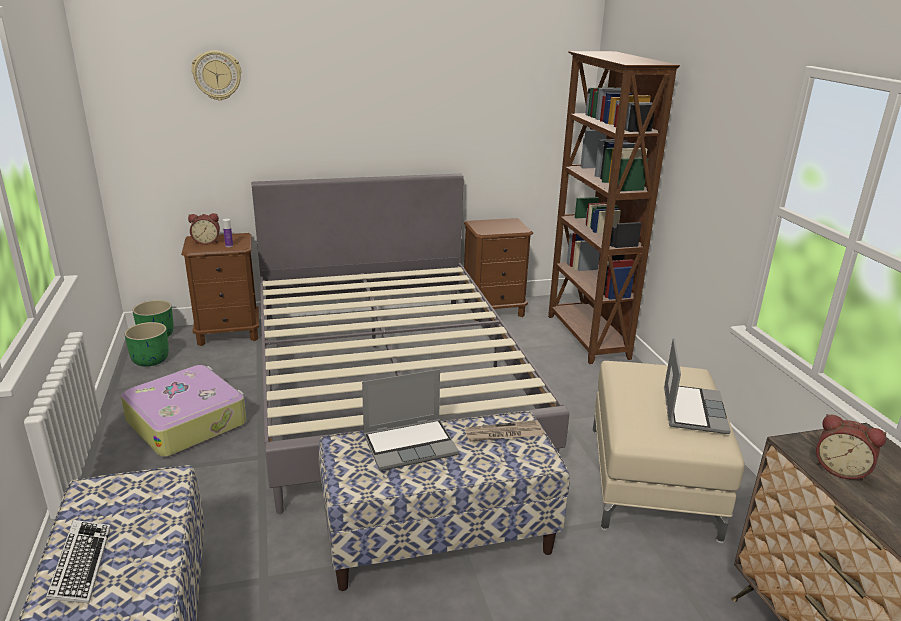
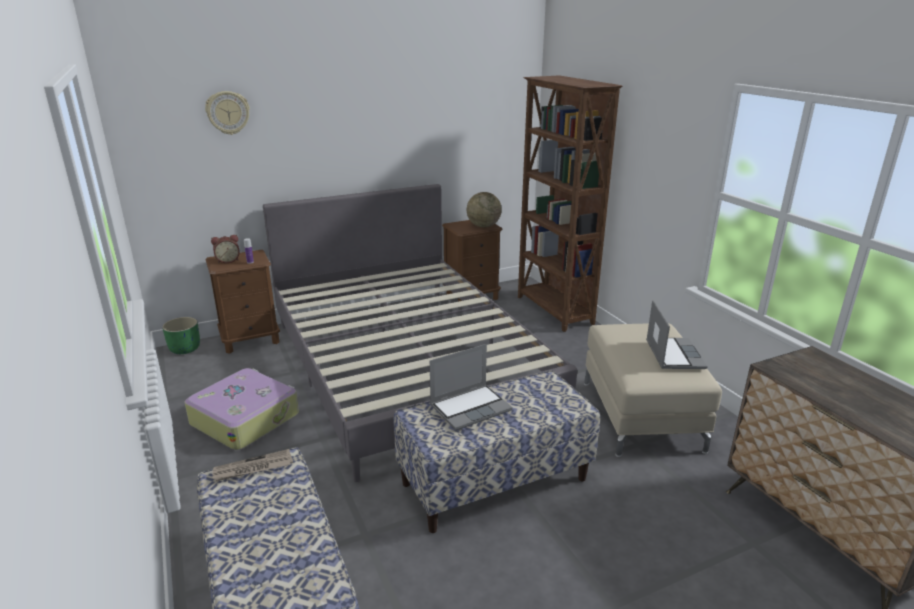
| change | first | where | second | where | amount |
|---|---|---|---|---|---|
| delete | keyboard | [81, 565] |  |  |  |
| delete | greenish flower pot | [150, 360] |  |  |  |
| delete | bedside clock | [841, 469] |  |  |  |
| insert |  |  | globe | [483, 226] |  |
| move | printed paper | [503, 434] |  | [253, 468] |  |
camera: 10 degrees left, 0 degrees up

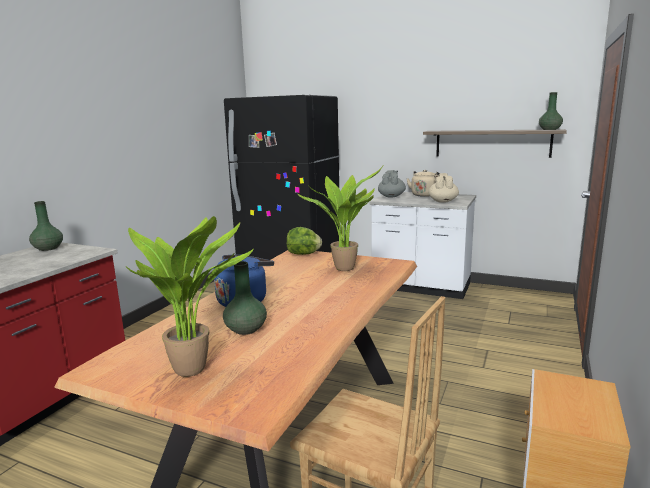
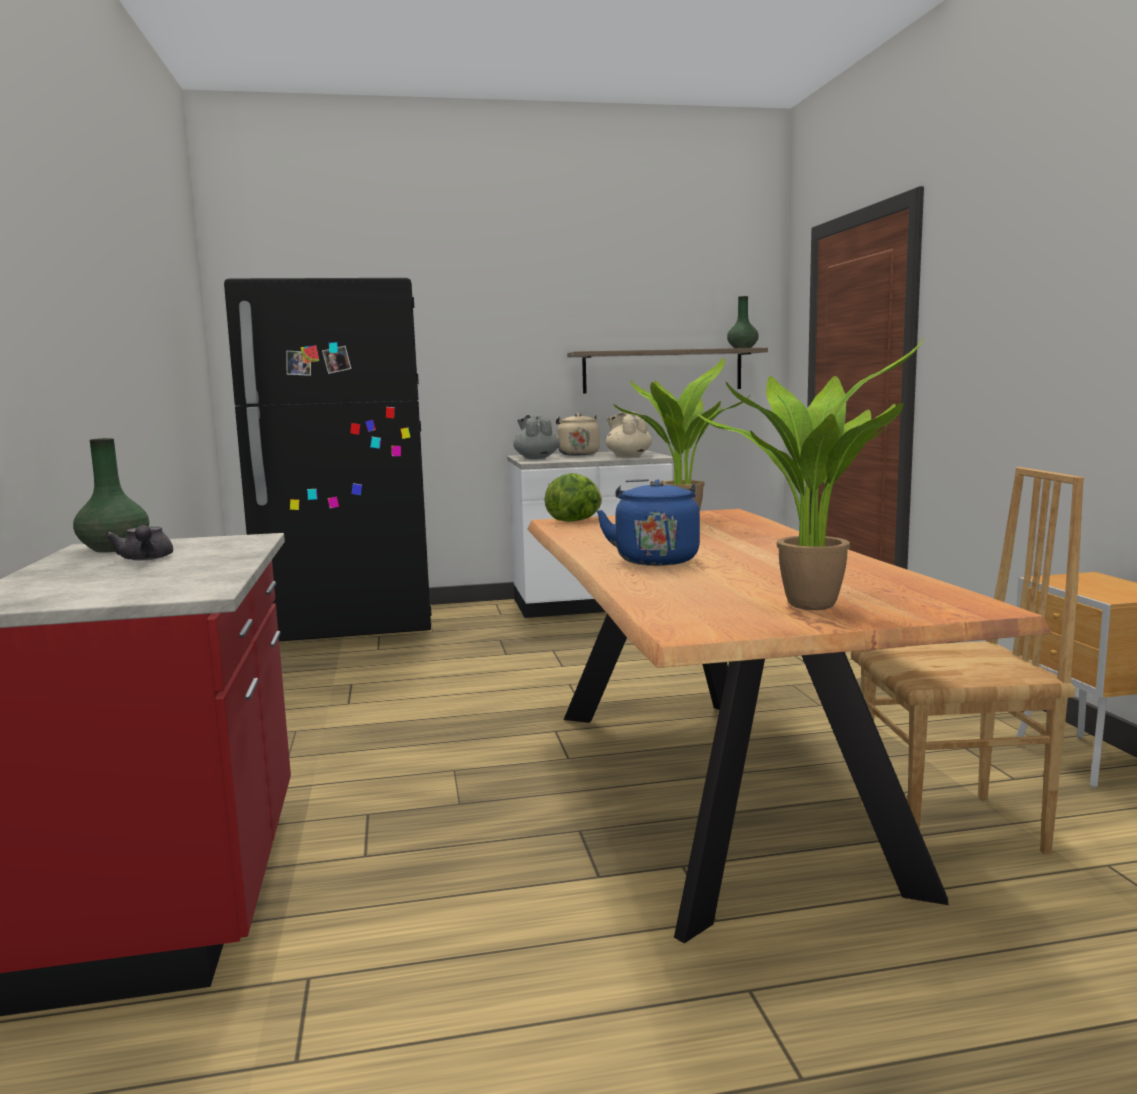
| change | first | where | second | where | amount |
|---|---|---|---|---|---|
| delete | greenish vase | [246, 329] |  |  |  |
| insert |  |  | grey teapot | [145, 559] |  |
camera: 35 degrees left, 5 degrees down

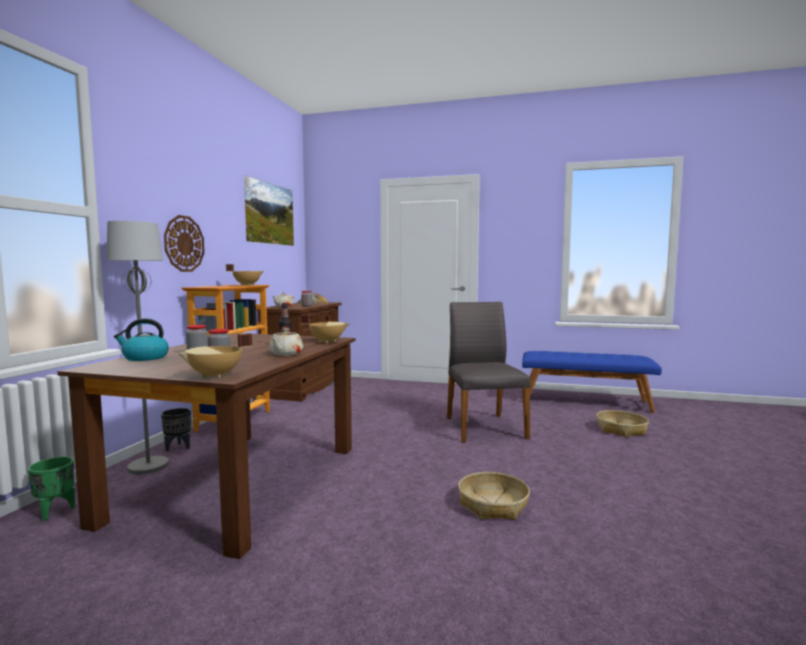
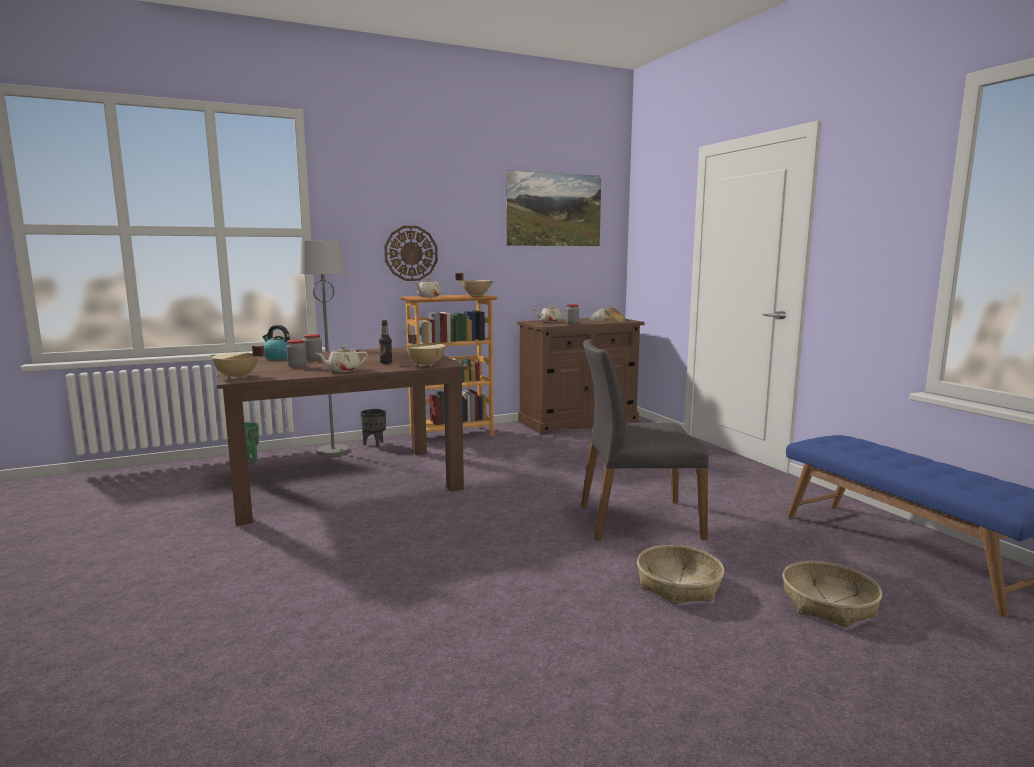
| change | first | where | second | where | amount |
|---|---|---|---|---|---|
| insert |  |  | beige teapot | [428, 297] |  |
| move | storage basket | [493, 505] |  | [678, 585] |  |
| rotate | grey upright chair | [483, 427] |  | [637, 520] | 135 degrees counterclockwise |
camera: 50 degrees right, 5 degrees up

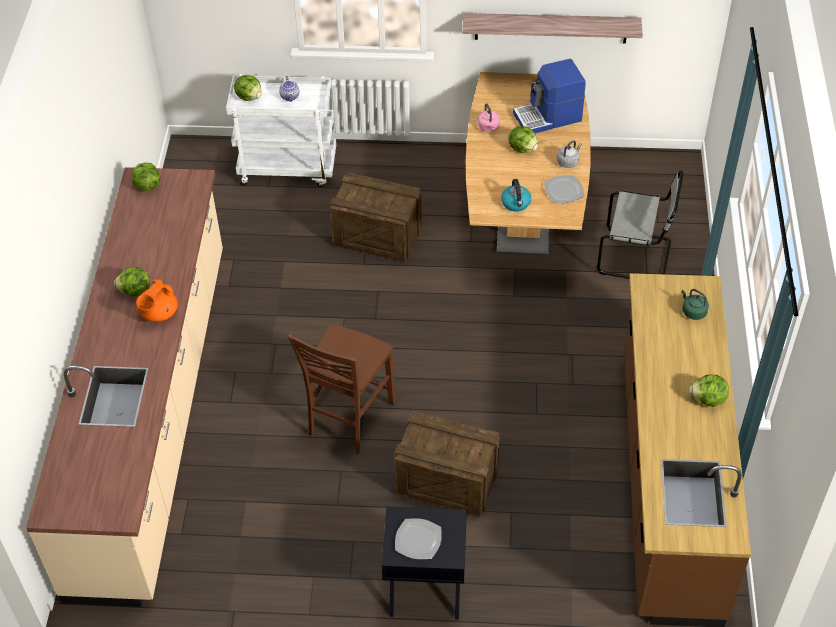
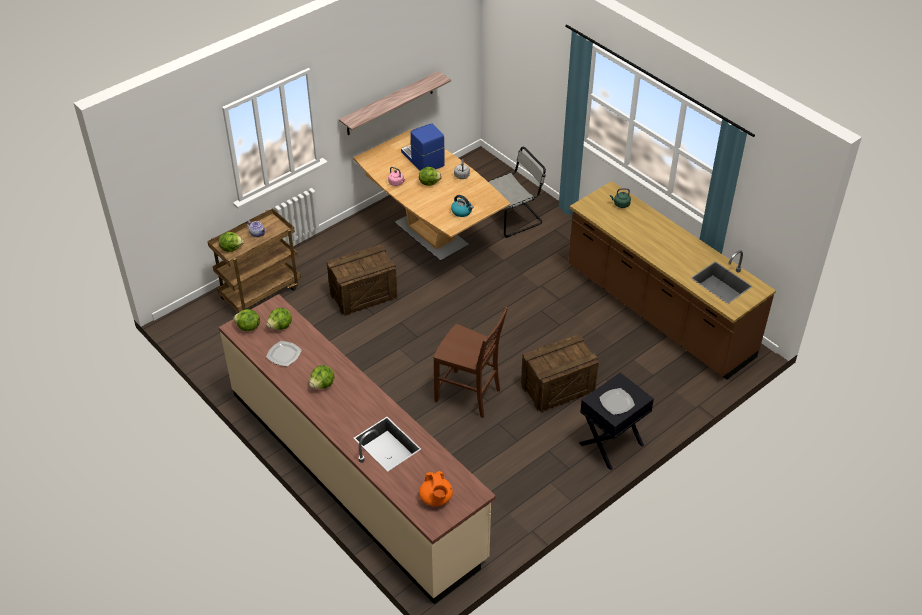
| change | first | where | second | where | amount |
|---|---|---|---|---|---|
| move | orangey teapot | [158, 314] |  | [436, 499] |  |
| move | plate | [564, 190] |  | [284, 354] |  |
| move | lettuce head | [708, 399] |  | [280, 326] |  |
| recolor | whitish wheeled cart | [288, 168] | brownish wheeled cart | [260, 292] |  |
| rotate | brownish upright chair | [349, 419] |  | [469, 395] | 45 degrees counterclockwise |
| rotate | coffee machine | [548, 118] |  | [422, 159] | 120 degrees clockwise |
camera: 45 degrees left, 5 degrees down

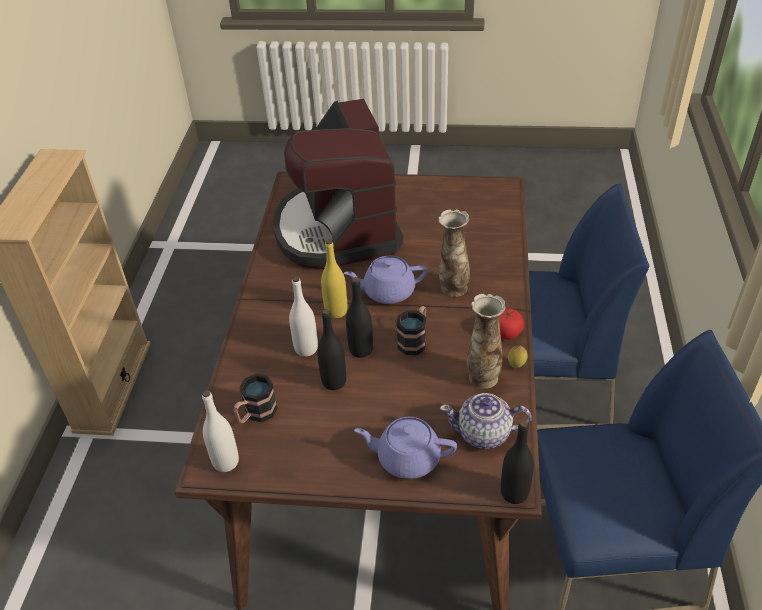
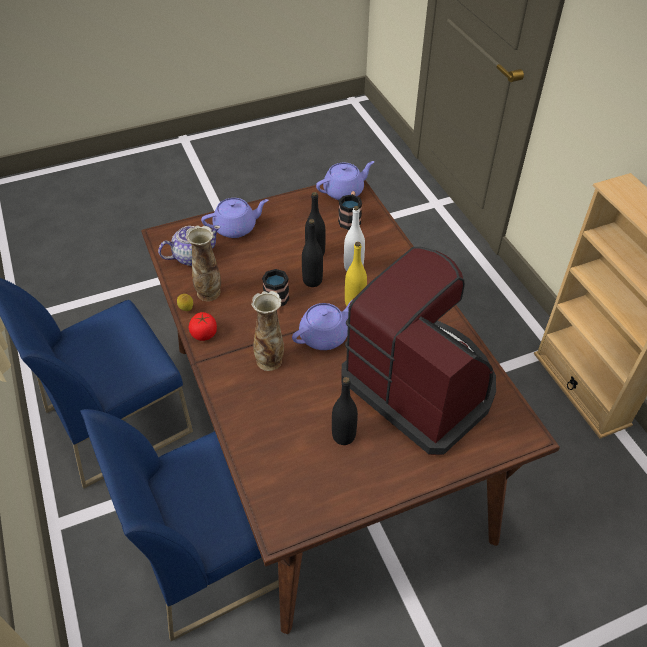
| change | first | where | second | where | amount |
|---|---|---|---|---|---|
| move | black-coloured bottle | [514, 493] |  | [343, 436] |  |
| replace | whitish bottle | [226, 462] | purplish teapot | [344, 191] |  |
camera: 150 degrees right, 5 degrees up

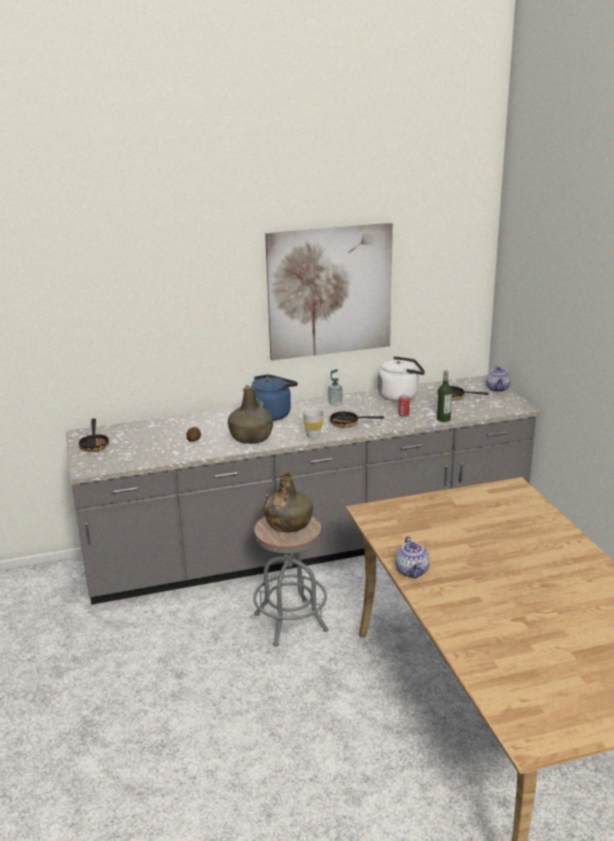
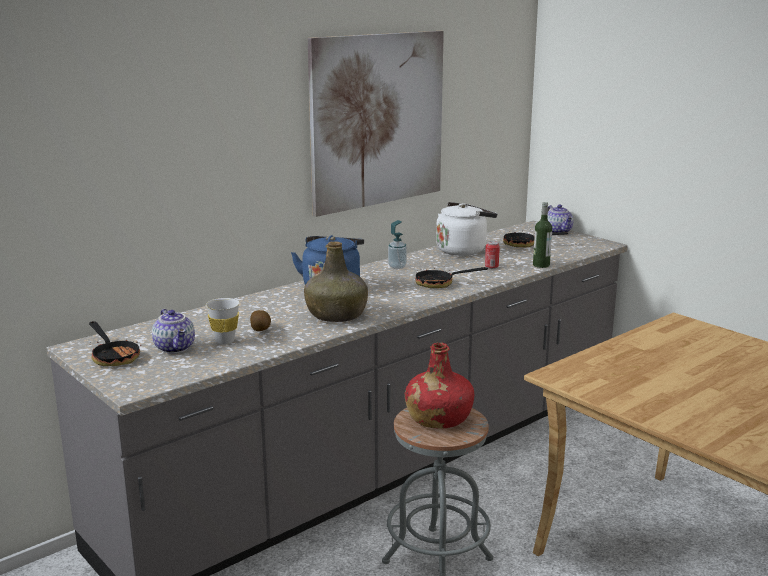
| change | first | where | second | where | amount |
|---|---|---|---|---|---|
| move | whitish drinking cup | [313, 436] |  | [225, 341] |  |
| move | teapot | [413, 571] |  | [176, 348] |  |
| recolor | greenish bottle | [288, 524] | red bottle | [438, 418] |  |
camera: 25 degrees left, 5 degrees down

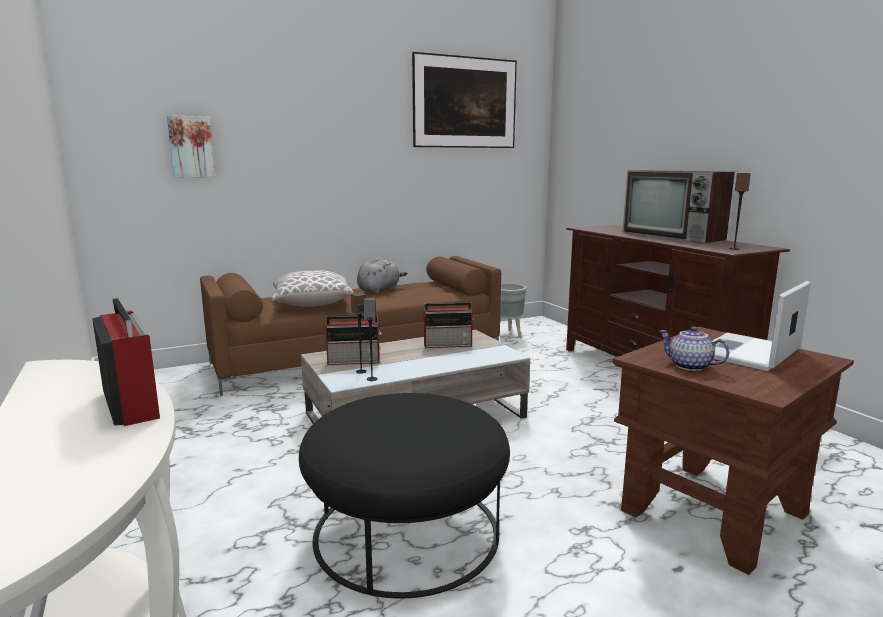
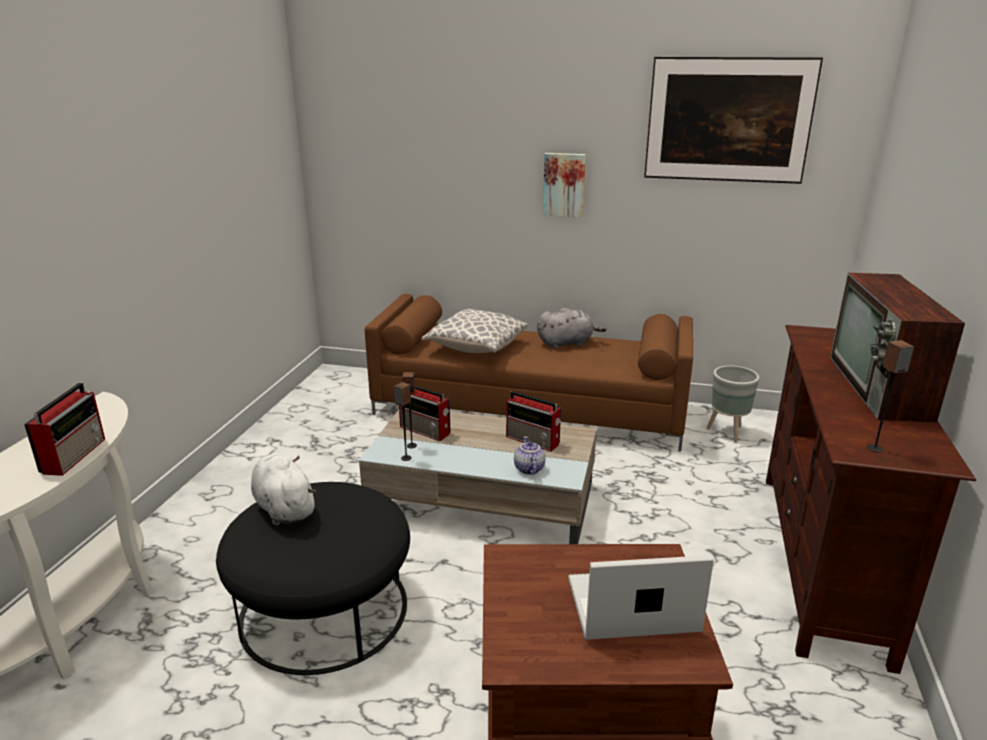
| change | first | where | second | where | amount |
|---|---|---|---|---|---|
| insert |  |  | whitish plush toy | [284, 508] |  |
| move | picture | [191, 147] |  | [564, 184] |  |
| move | teapot | [689, 366] |  | [528, 469] |  |
camera: 40 degrees right, 10 degrees up

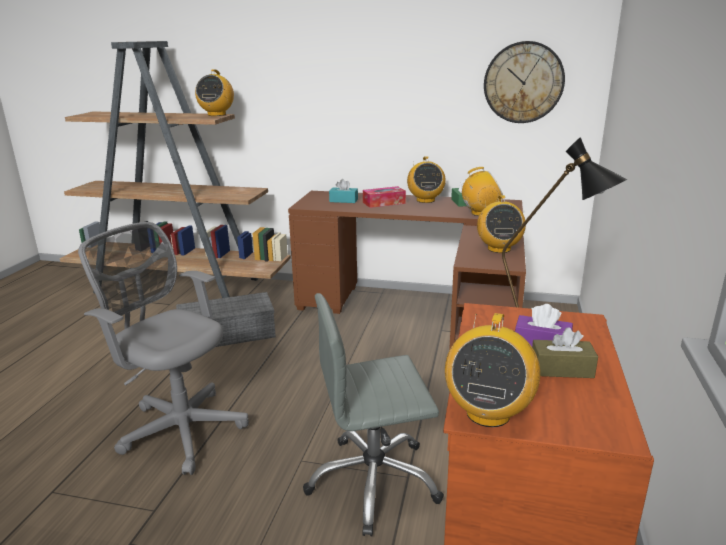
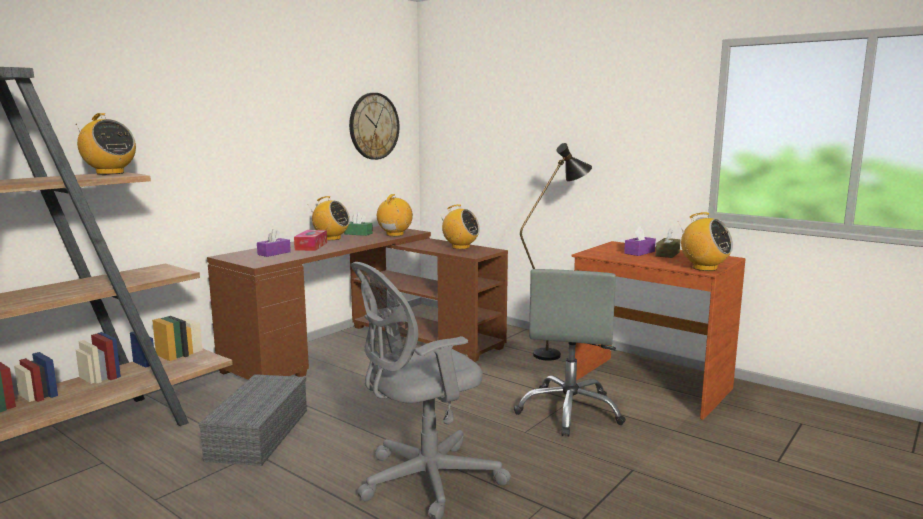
| change | first | where | second | where | amount |
|---|---|---|---|---|---|
| recolor | turquoise-coloured box of tissues | [343, 200] | purplish box of tissues | [274, 253] |  |
camera: 65 degrees left, 10 degrees down

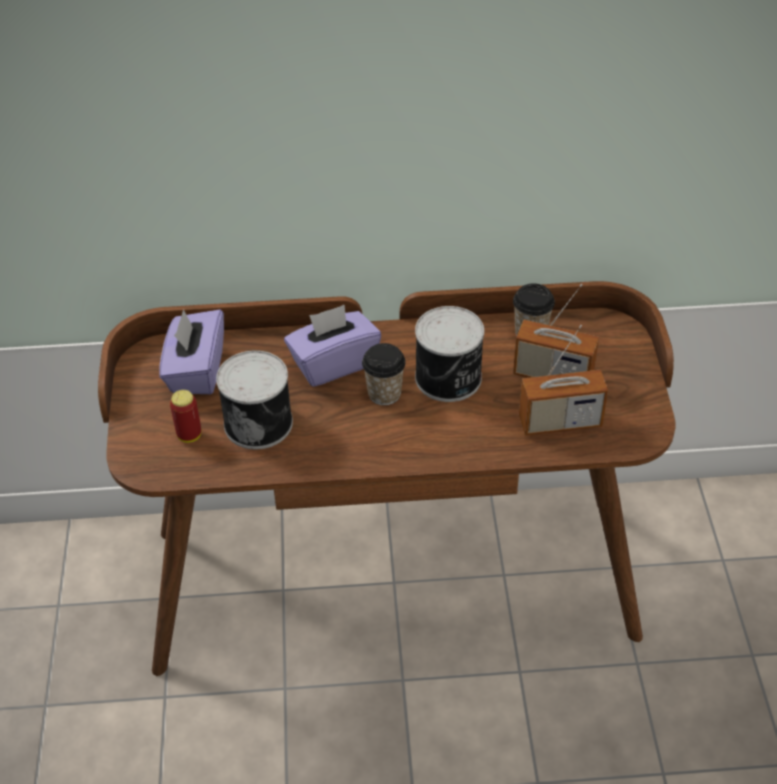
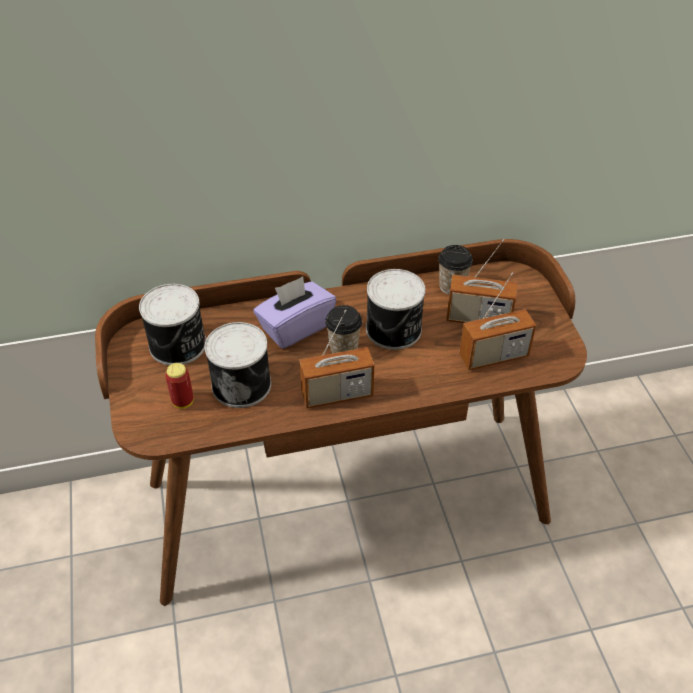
| change | first | where | second | where | amount |
|---|---|---|---|---|---|
| insert |  |  | radio receiver | [337, 394] |  |
| replace | purplish box of tissues | [196, 370] | metal can | [179, 345] |  |
camera: 10 degrees left, 0 degrees up

